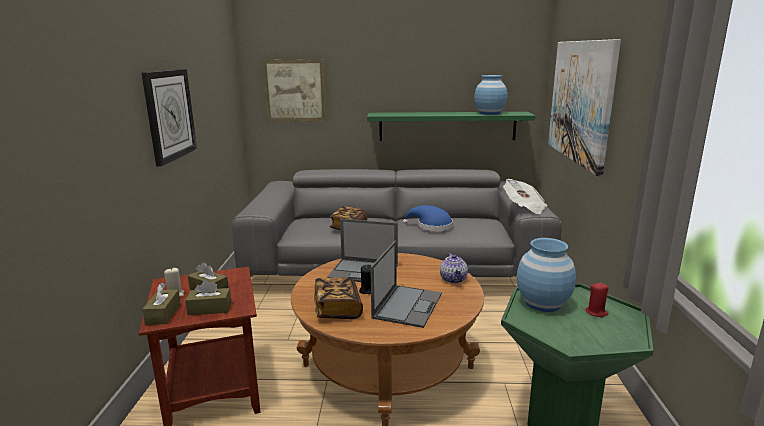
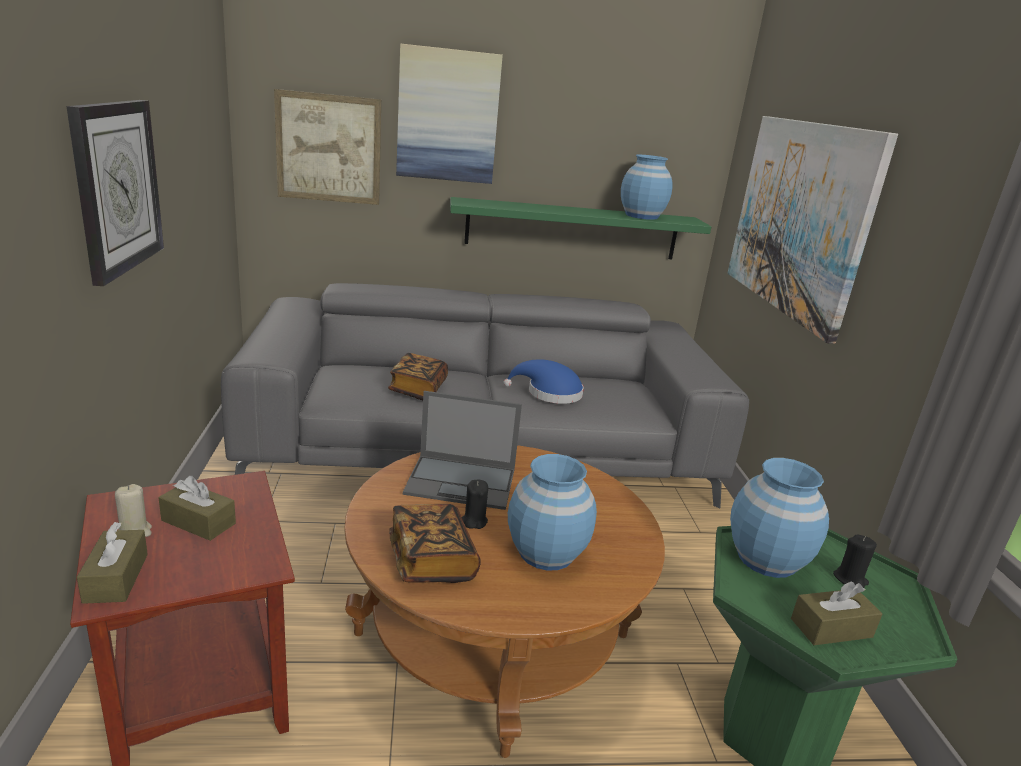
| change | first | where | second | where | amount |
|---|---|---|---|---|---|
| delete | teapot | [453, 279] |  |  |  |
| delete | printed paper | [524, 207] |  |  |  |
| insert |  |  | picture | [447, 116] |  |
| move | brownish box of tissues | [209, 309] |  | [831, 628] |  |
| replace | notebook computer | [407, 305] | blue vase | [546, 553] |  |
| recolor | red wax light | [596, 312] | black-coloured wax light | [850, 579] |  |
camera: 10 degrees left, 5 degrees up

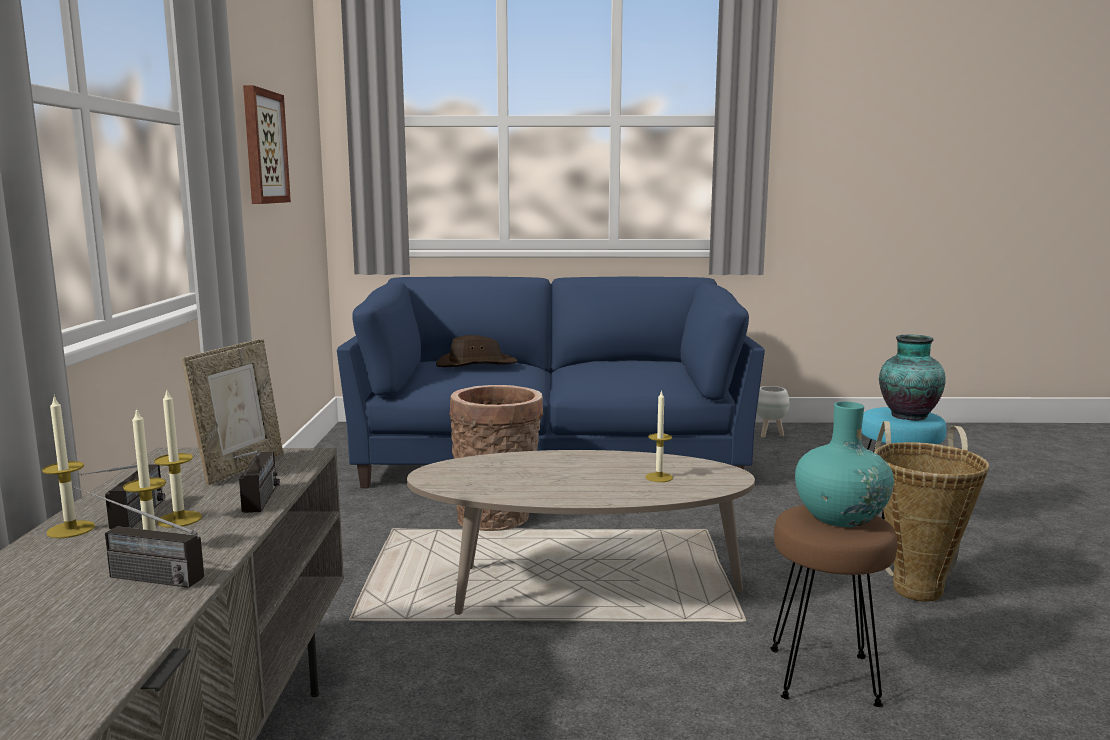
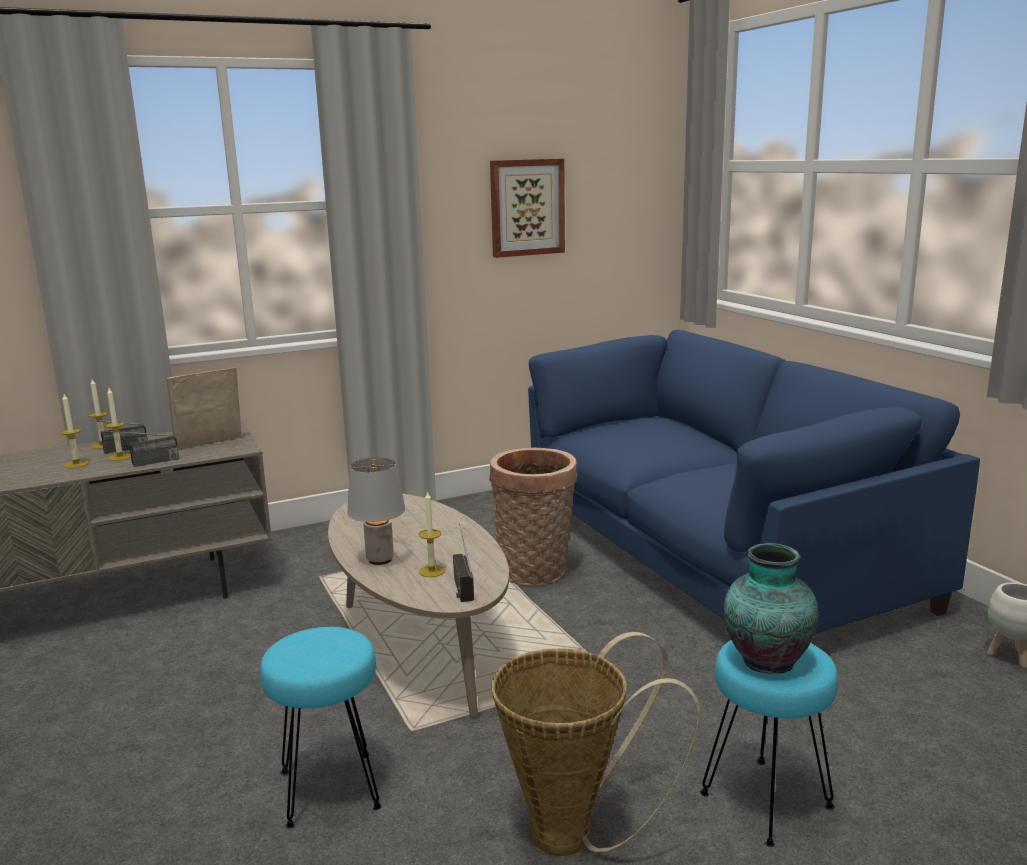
| change | first | where | second | where | amount |
|---|---|---|---|---|---|
| delete | brownish clothing hat | [476, 365] |  |  |  |
| delete | turquoise-coloured vase | [840, 517] |  |  |  |
| insert |  |  | grey table lamp | [381, 560] |  |
| move | radio receiver | [133, 576] |  | [460, 583] |  |
| recolor | brownish stool | [824, 675] | turquoise-coloured stool | [331, 789] |  |
| rotate | picture frame | [241, 467] |  | [210, 444] | 150 degrees clockwise |
camera: 65 degrees right, 5 degrees up

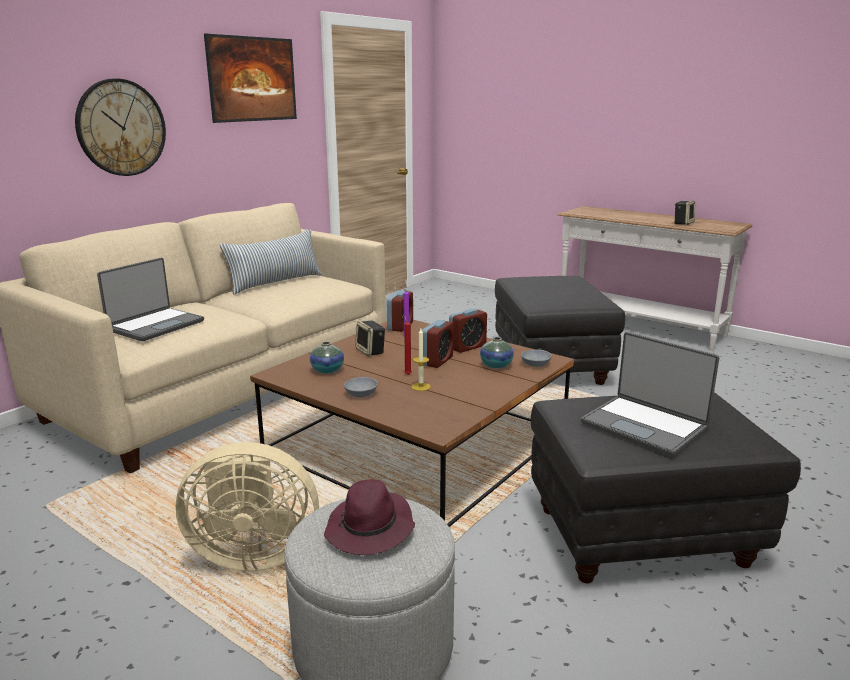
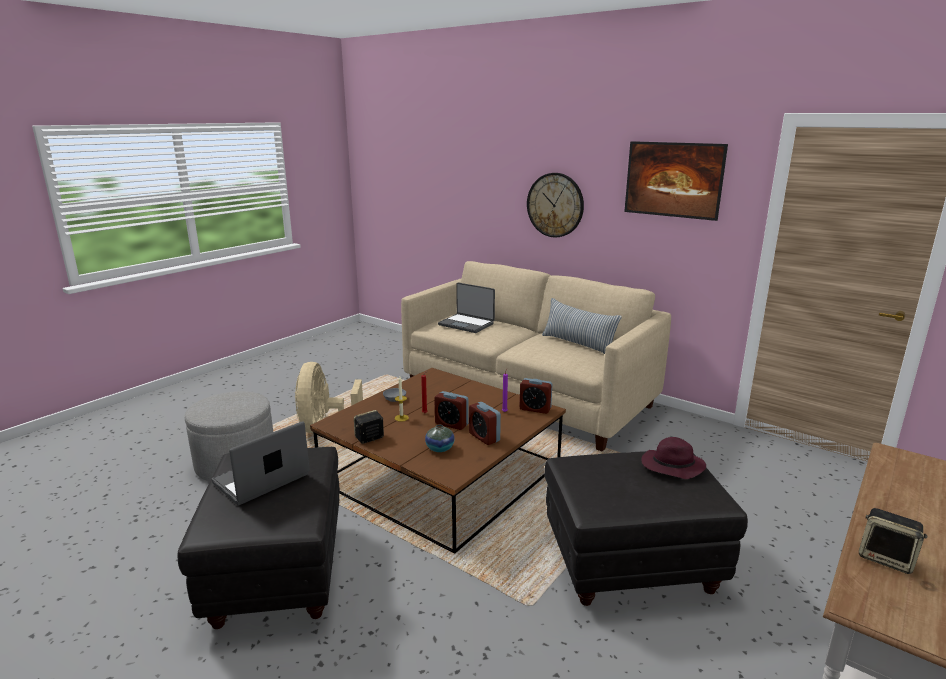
| change | first | where | second | where | amount |
|---|---|---|---|---|---|
| delete | vase | [327, 370] |  |  |  |
| delete | grey deep dish | [535, 363] |  |  |  |
| move | purplish clothing hat | [370, 529] |  | [671, 467] |  |
| move | loudspeaker | [371, 351] |  | [369, 438] |  |
camera: 90 degrees right, 0 degrees up

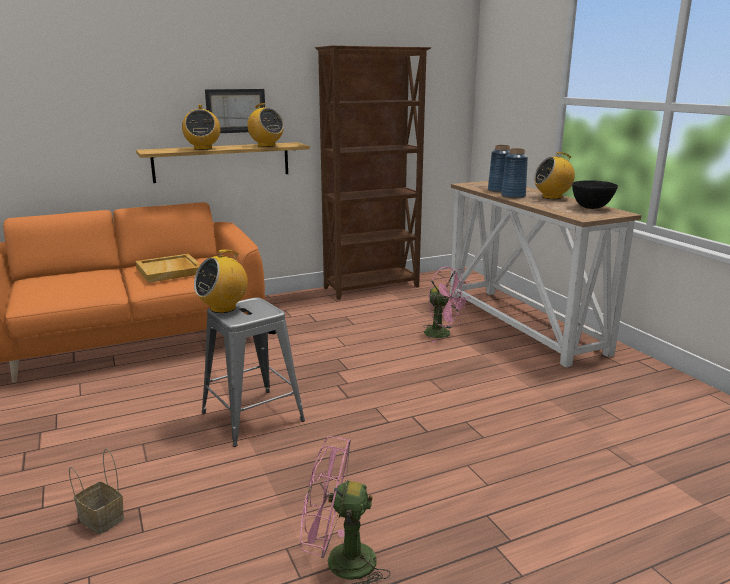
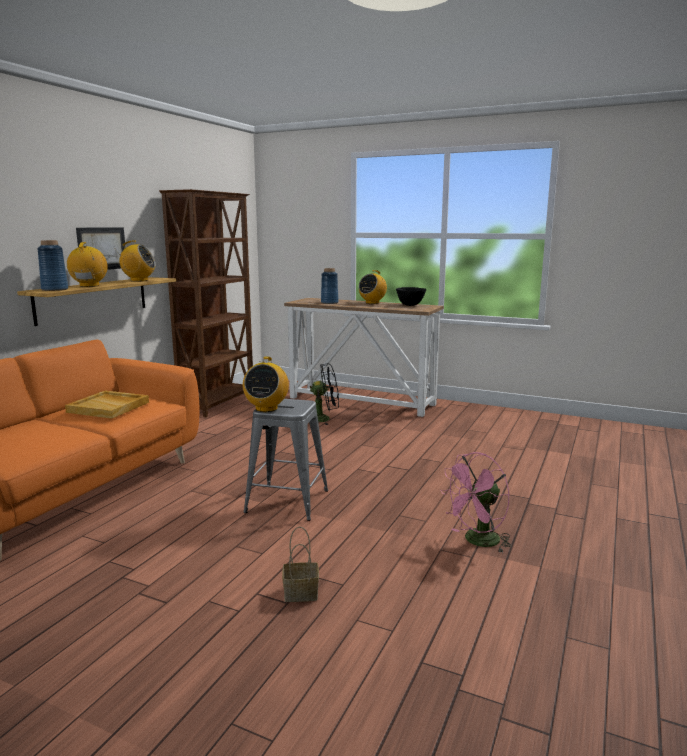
| change | first | where | second | where | amount |
|---|---|---|---|---|---|
| move | blue vase | [513, 196] |  | [55, 289] |  |
| recolor | pink cooling fan | [443, 334] | black-coloured cooling fan | [324, 419] |  |
| rotate | radio receiver | [203, 148] |  | [89, 286] | 135 degrees counterclockwise |
camera: 40 degrees left, 5 degrees down

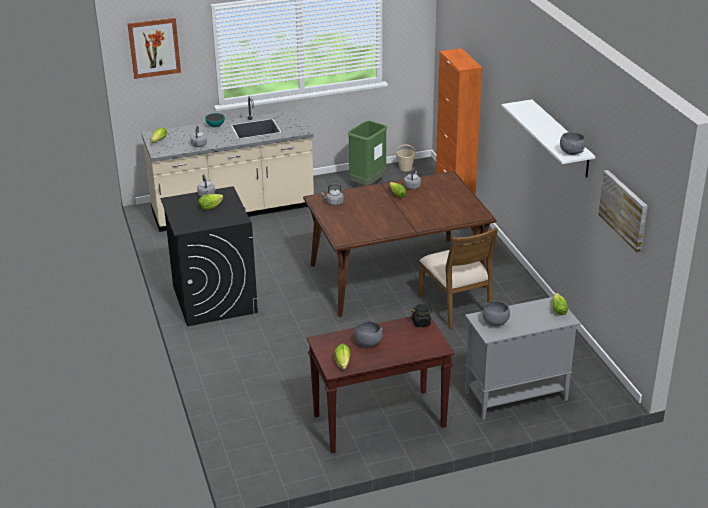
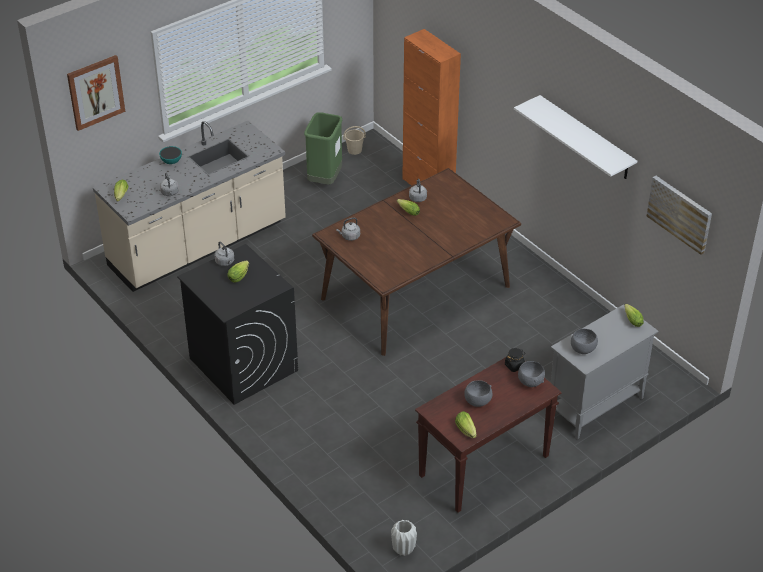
| change | first | where | second | where | amount |
|---|---|---|---|---|---|
| delete | brownish upright chair | [456, 307] |  |  |  |
| insert |  |  | whitish vase | [403, 549] |  |
| move | grey deep dish | [571, 152] |  | [530, 381] |  |
camera: 20 degrees left, 10 degrees up

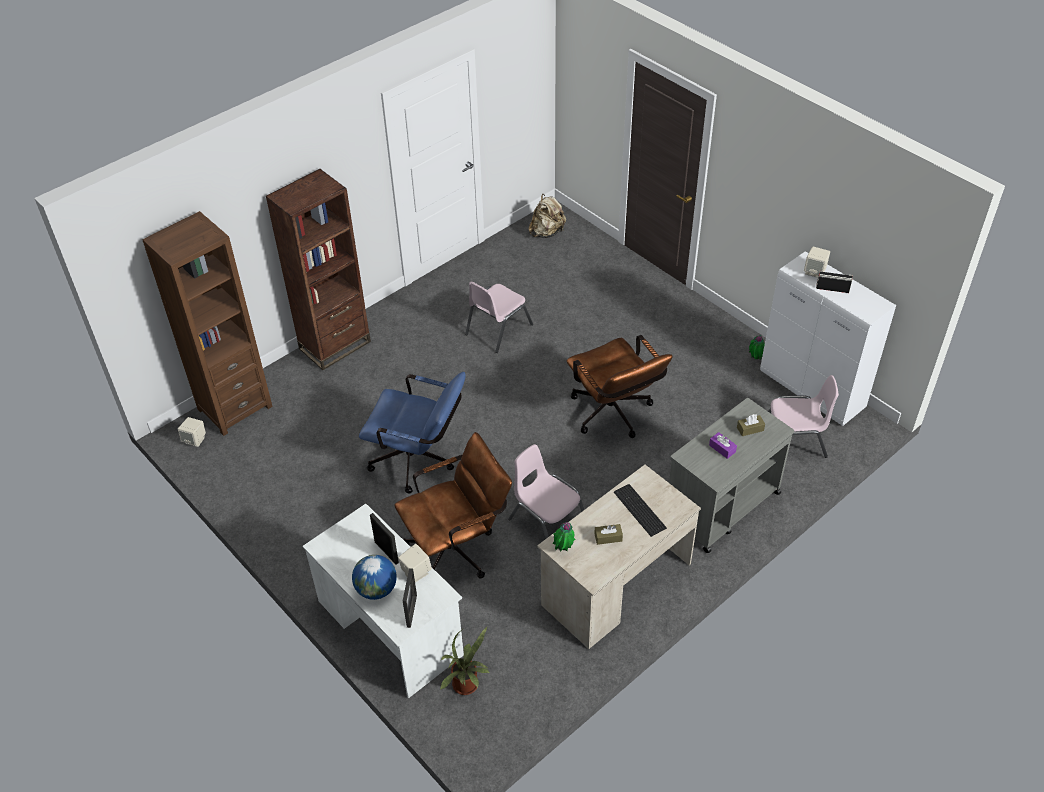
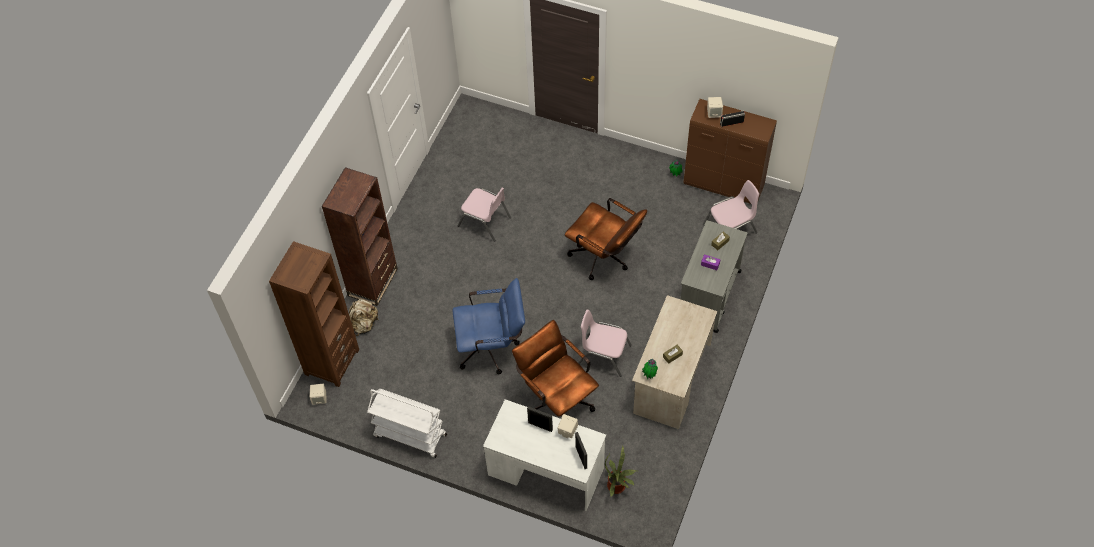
| change | first | where | second | where | amount |
|---|---|---|---|---|---|
| delete | globe | [376, 589] |  |  |  |
| delete | keyboard | [639, 511] |  |  |  |
| insert |  |  | whitish wheeled cart | [409, 435] |  |
| move | beige backpack | [547, 232] |  | [364, 324] |  |
| recolor | whitish storage cabinet | [812, 390] | brownish storage cabinet | [724, 185] |  |
| rotate | brownish computer chair | [457, 548] |  | [556, 398] | 75 degrees counterclockwise |
| rotate | pink upright chair | [498, 329] |  | [485, 222] | 75 degrees counterclockwise |
camera: 25 degrees left, 10 degrees up

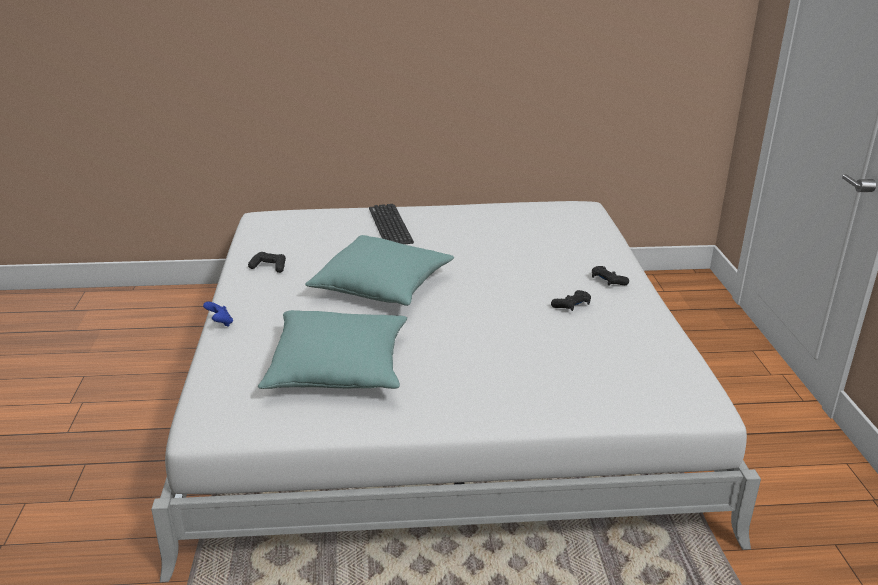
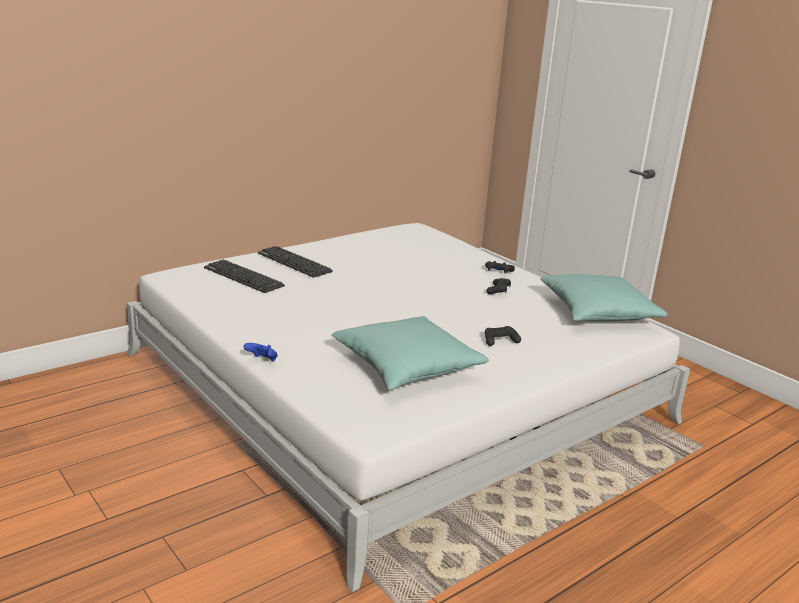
| change | first | where | second | where | amount |
|---|---|---|---|---|---|
| insert |  |  | keyboard | [243, 277] |  |
| move | black-coloured gamepad | [269, 267] |  | [500, 341] |  |
| move | turquoise-coloured throw pillow | [382, 287] |  | [598, 313] |  |
camera: 35 degrees left, 5 degrees down

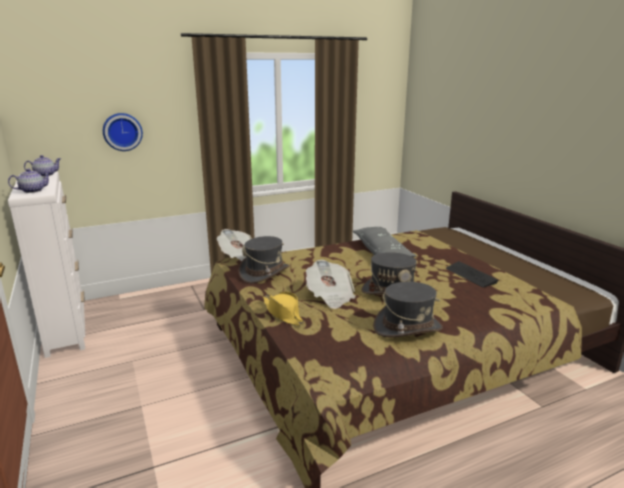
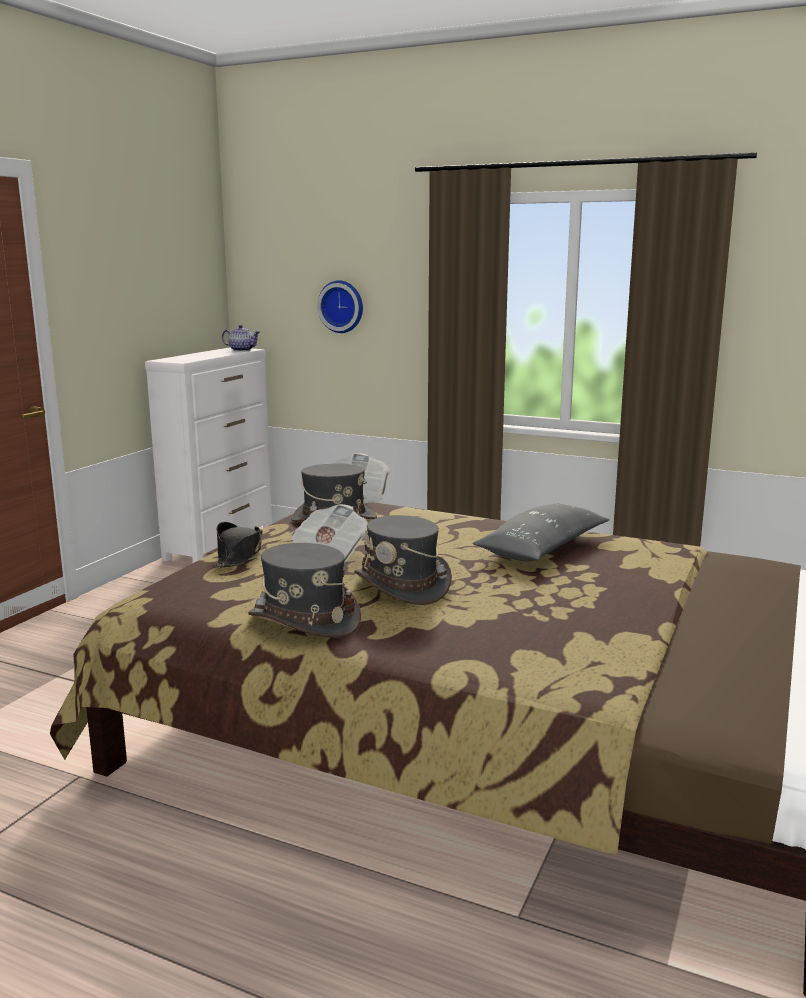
| change | first | where | second | where | amount |
|---|---|---|---|---|---|
| delete | teapot | [32, 191] |  |  |  |
| delete | keyboard | [470, 275] |  |  |  |
| recolor | yellow-coloured clothing hat | [283, 313] | black-coloured clothing hat | [239, 555] |  |
camera: 50 degrees right, 5 degrees down

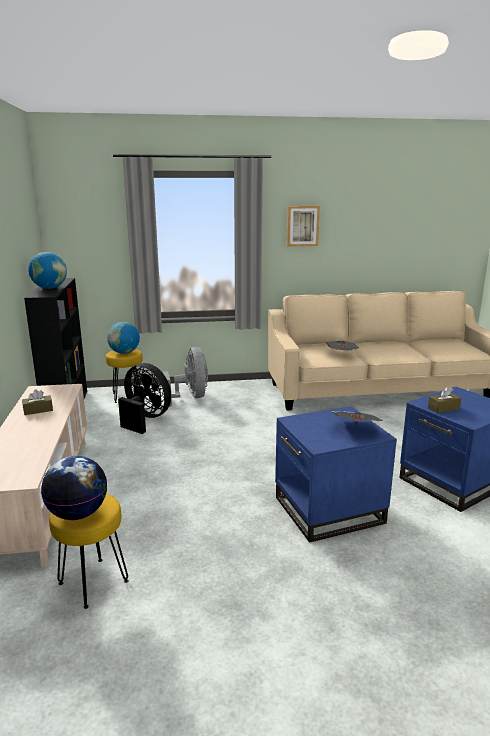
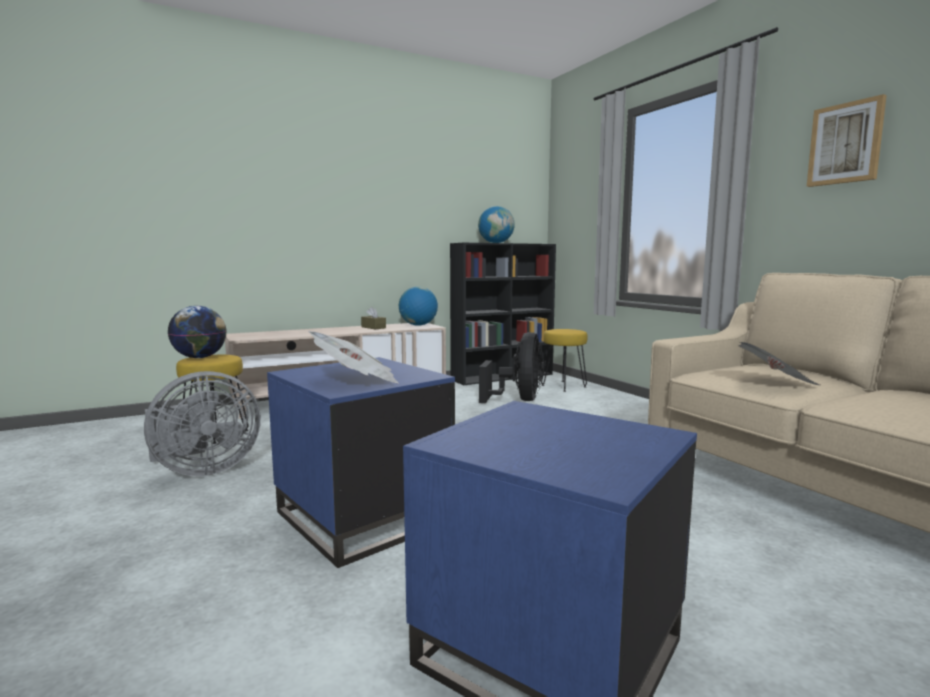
| change | first | where | second | where | amount |
|---|---|---|---|---|---|
| delete | brownish box of tissues | [443, 408] |  |  |  |
| move | globe | [124, 352] |  | [418, 325] |  |
| move | grey cooling fan | [191, 397] |  | [202, 470] |  |
camera: 70 degrees right, 10 degrees down

